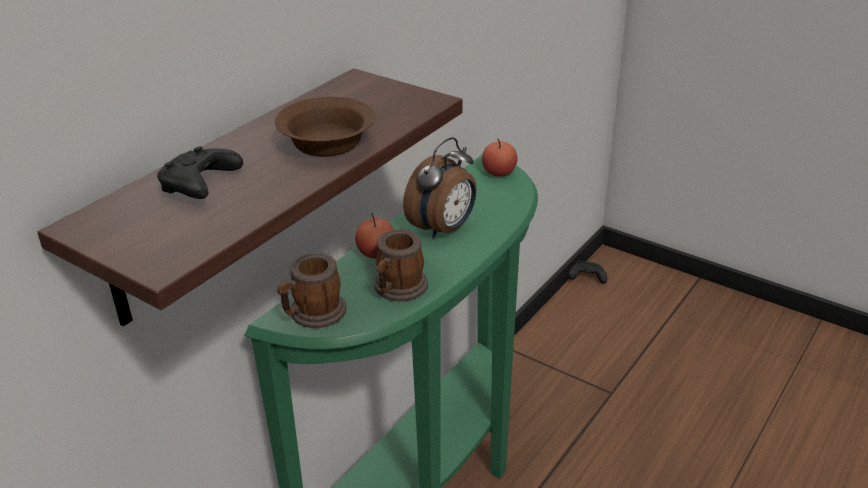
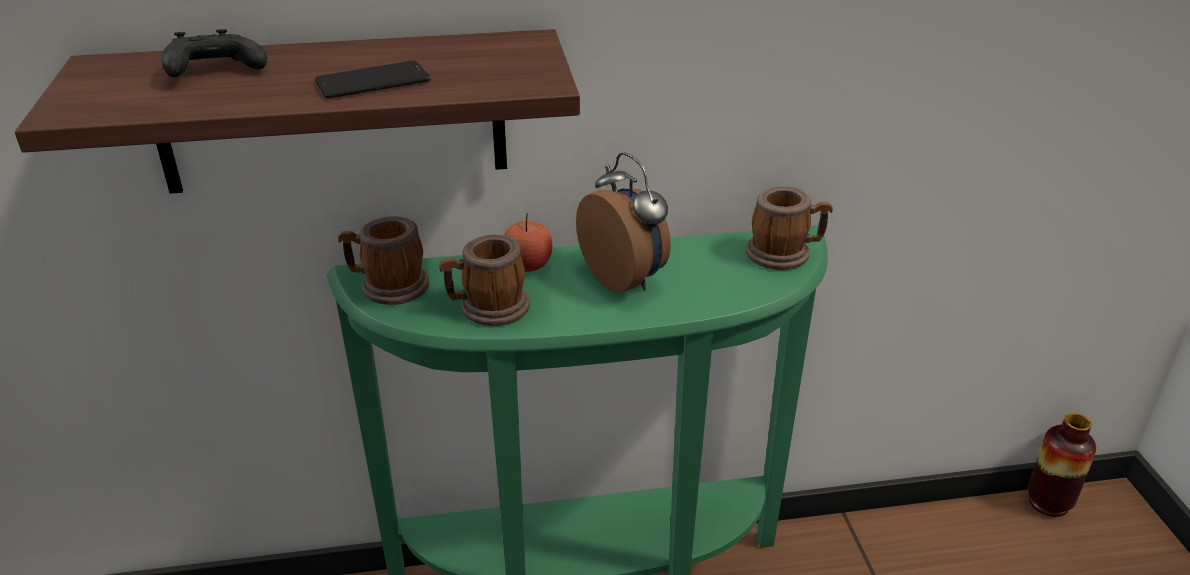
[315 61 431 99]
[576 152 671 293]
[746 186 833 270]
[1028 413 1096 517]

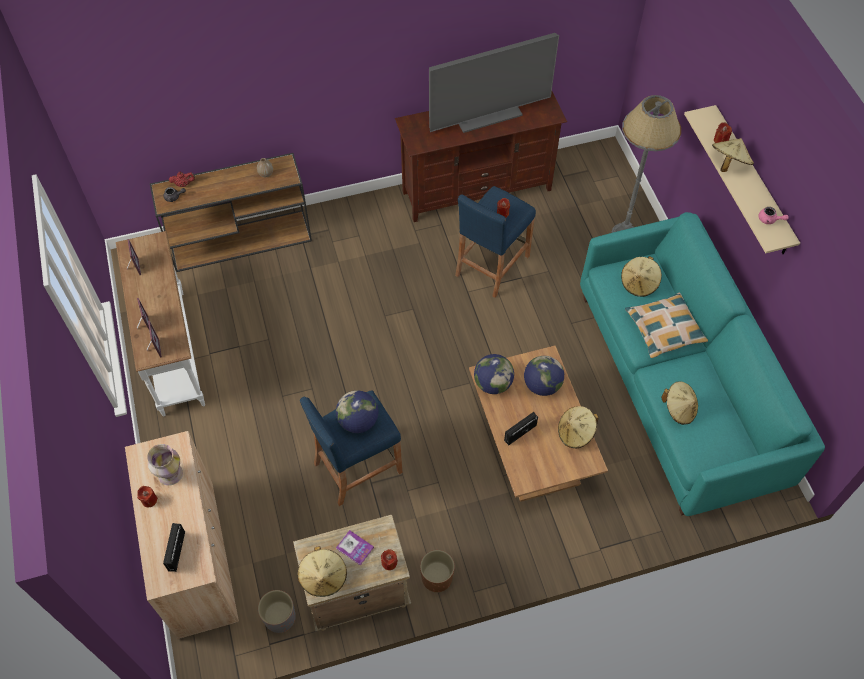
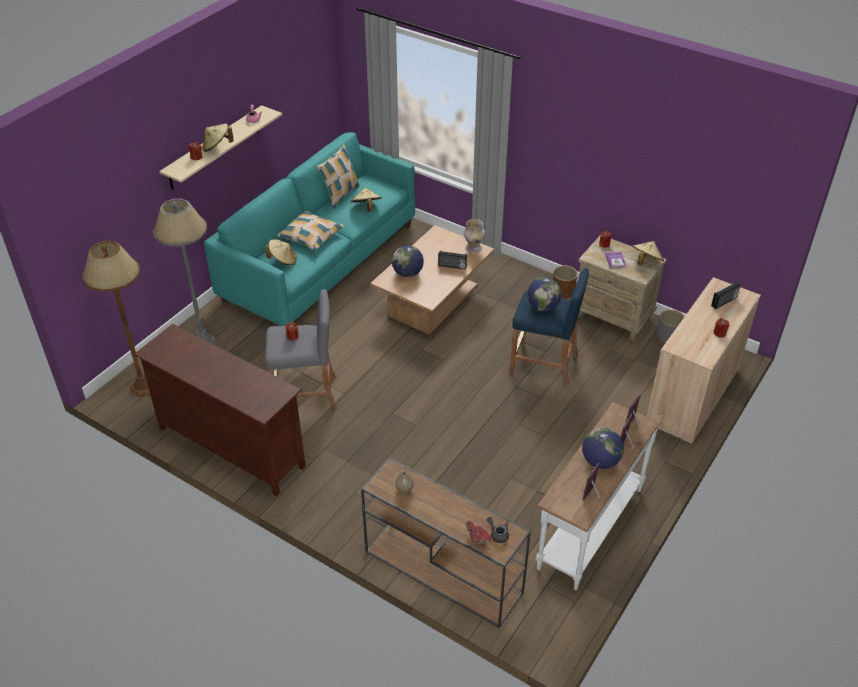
[464 219 485 254]
[429 33 559 133] (first image)
[265 289 337 409]
[582 427 624 469]
[558 406 599 448] (first image)
[82 241 150 396]
[317 144 360 208]

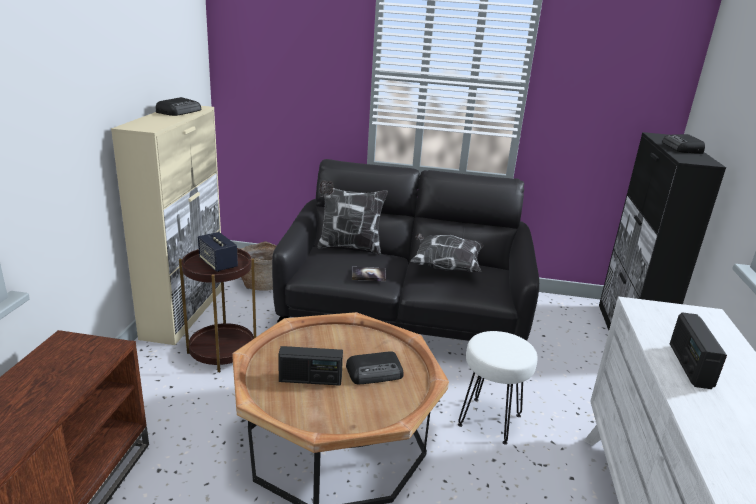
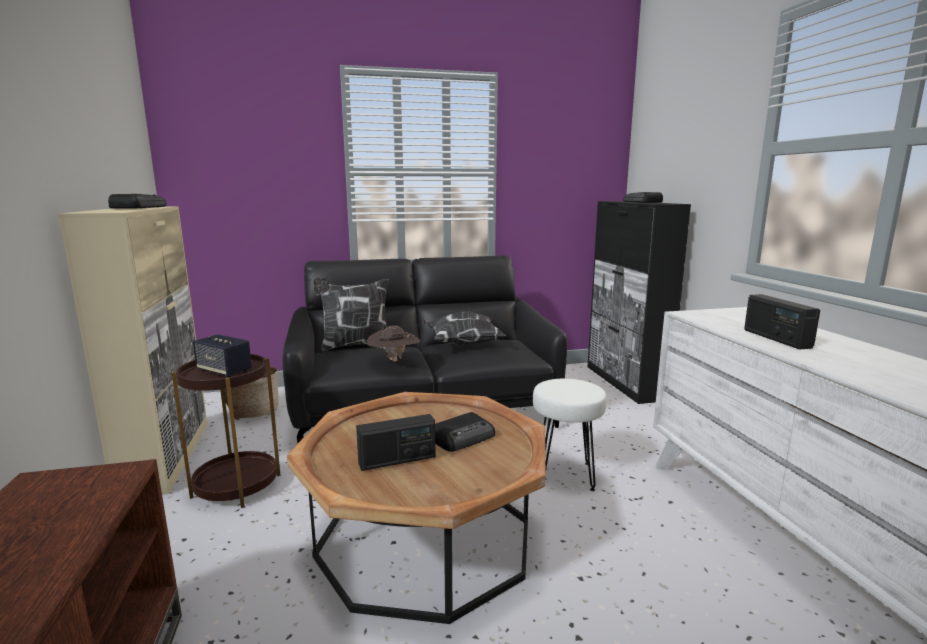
[367 326 421 362]

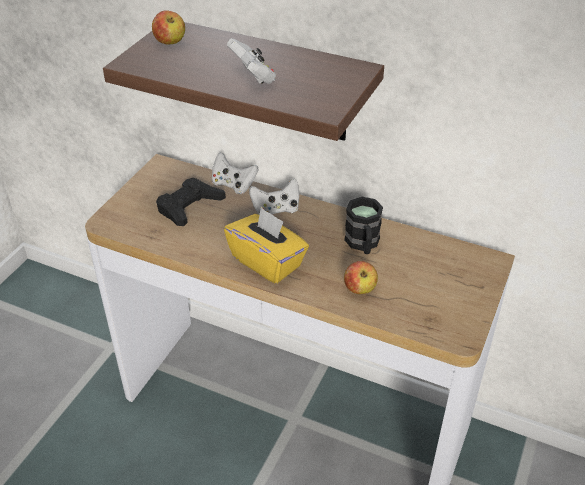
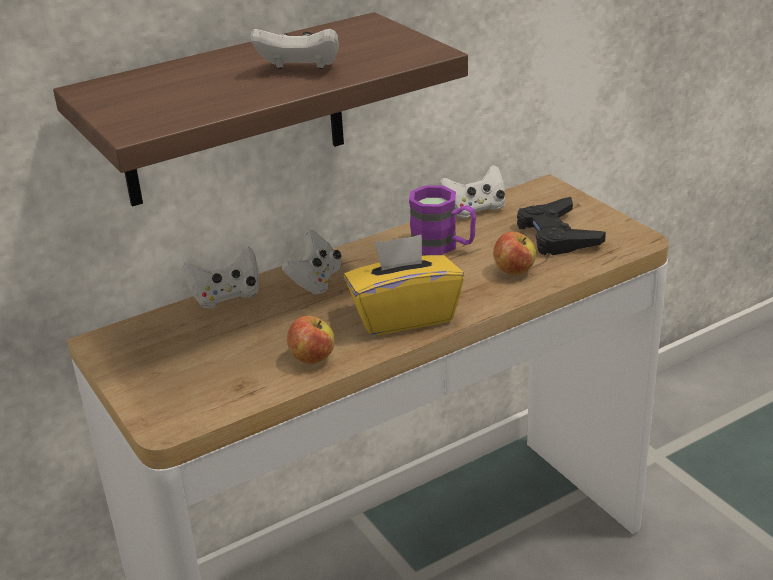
[287 316 335 364]
[517 197 606 255]
[409 185 476 255]
[439 165 505 218]

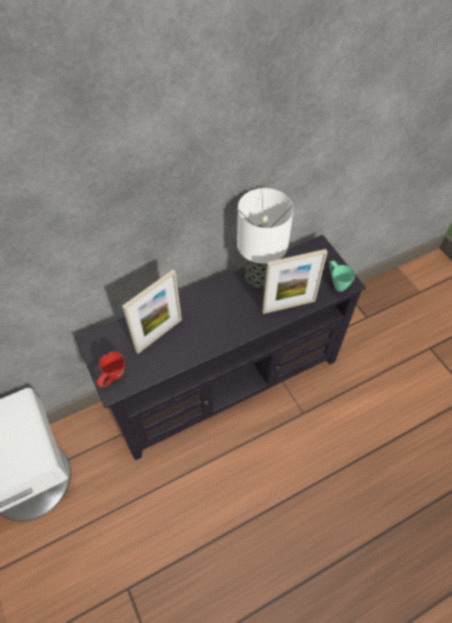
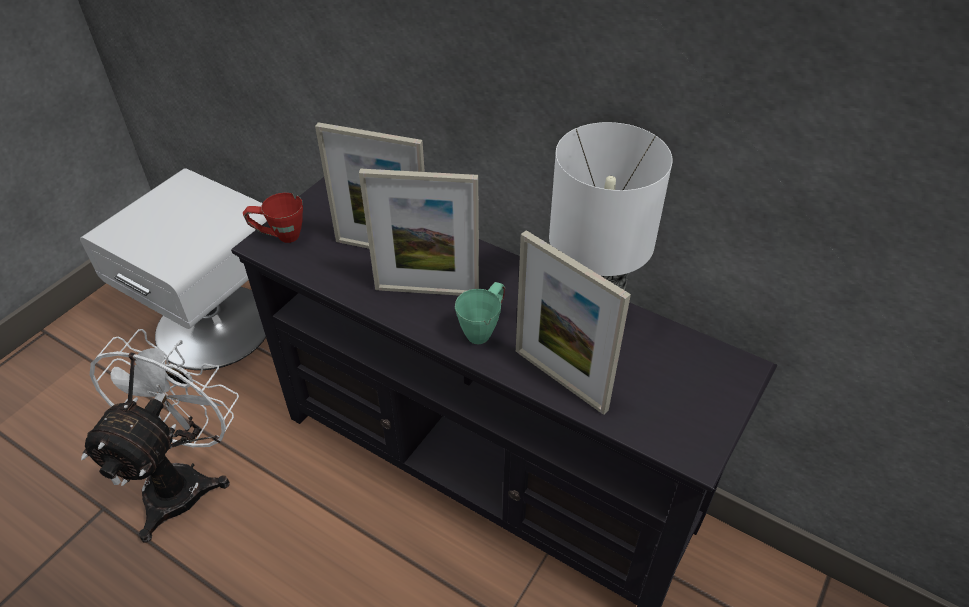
[455 282 505 344]
[81 329 239 543]
[359 169 479 295]

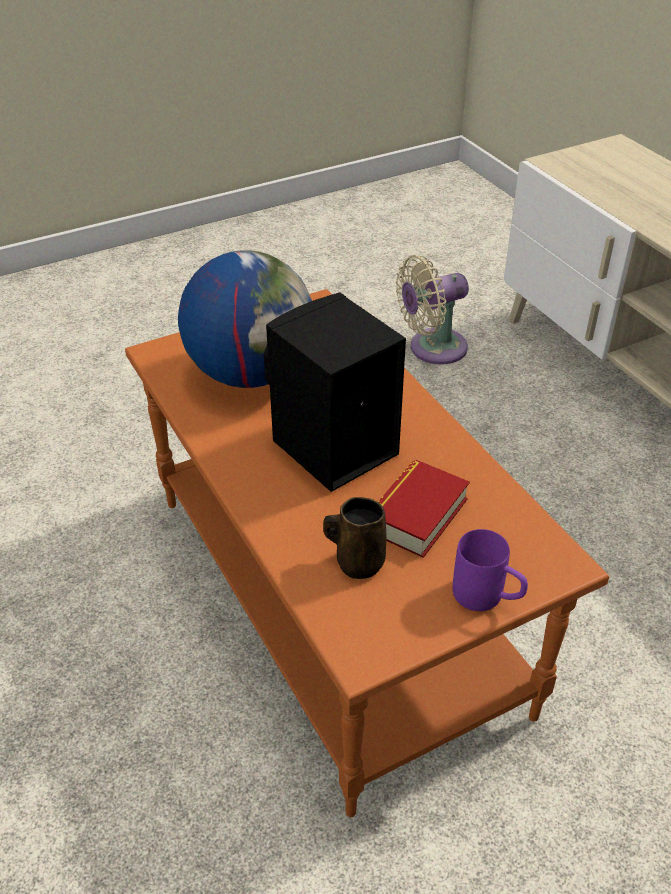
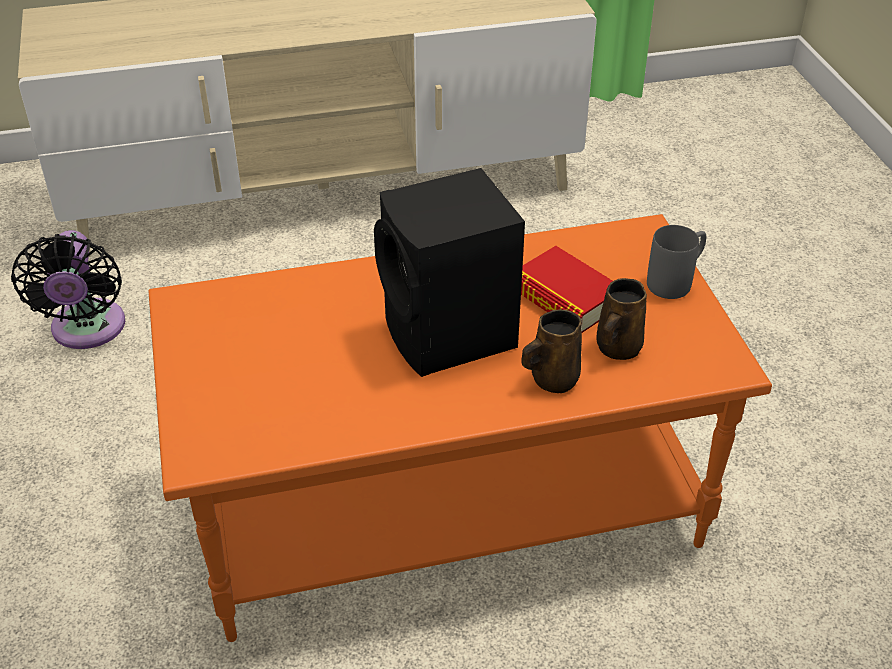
[178 250 312 388] (first image)
[11 230 125 349]
[647 225 706 299]
[521 309 582 393]

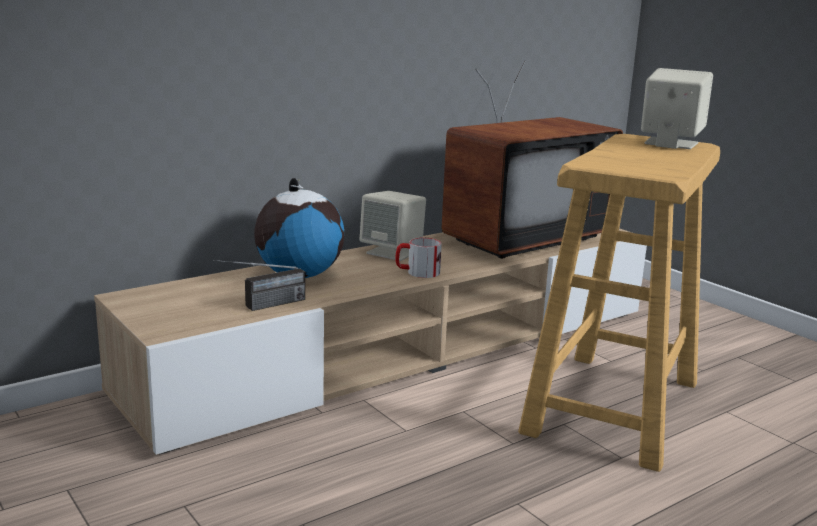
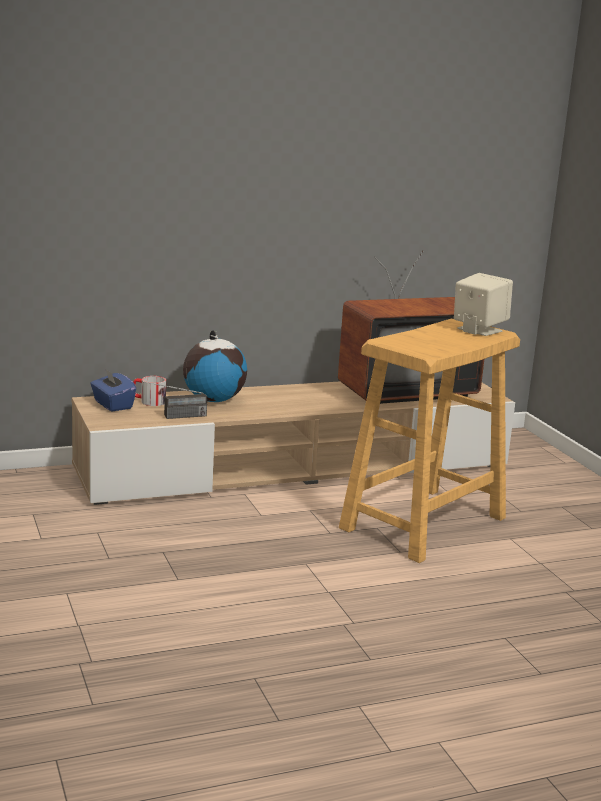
[360 191 426 261] (first image)
[133 376 166 406]
[90 368 136 412]

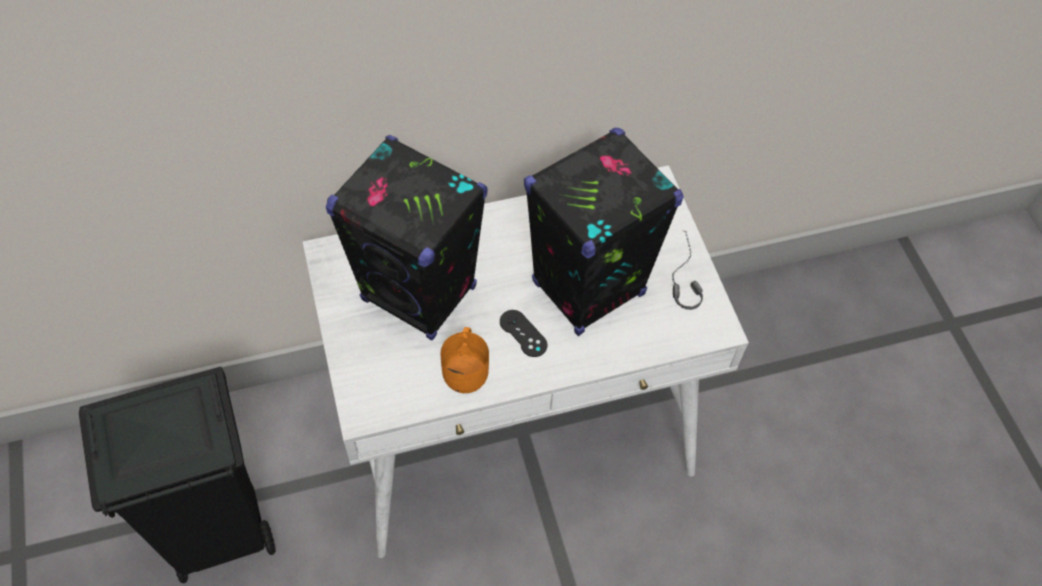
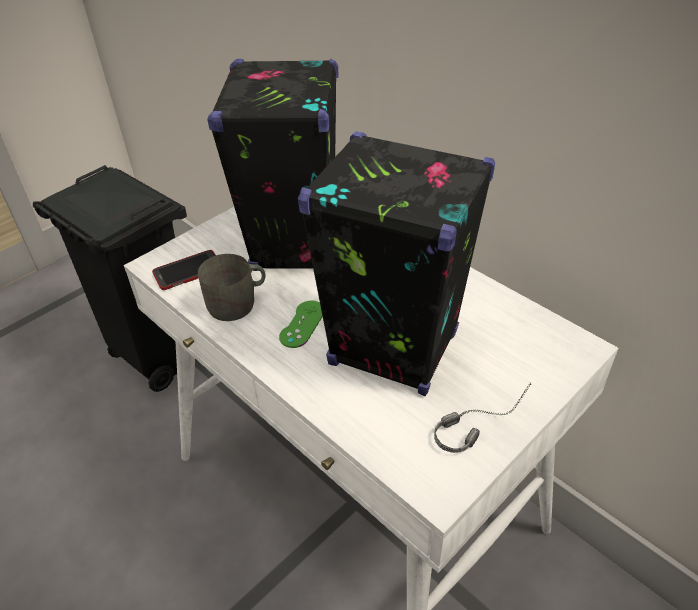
[198 254 266 321]
[279 301 323 348]
[152 250 216 290]

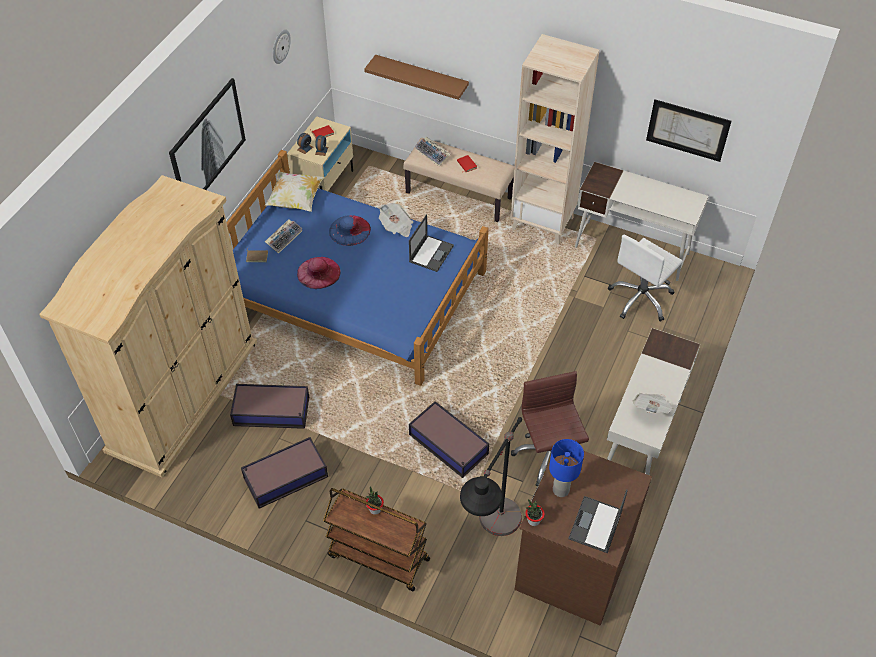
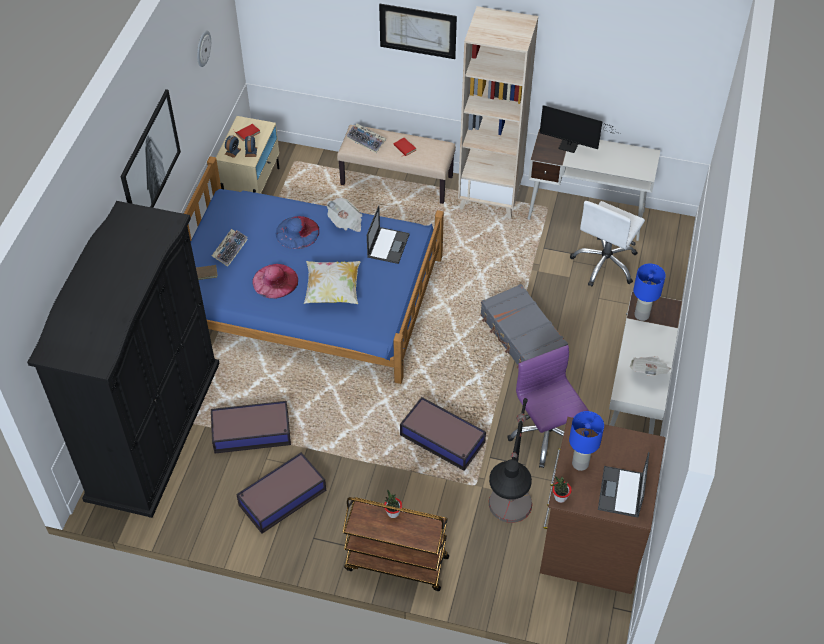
[27 201 220 518]
[304 261 361 304]
[364 55 469 100] (first image)
[507 345 589 468]
[379 4 457 59]
[480 284 568 369]
[539 105 615 153]
[633 263 666 321]

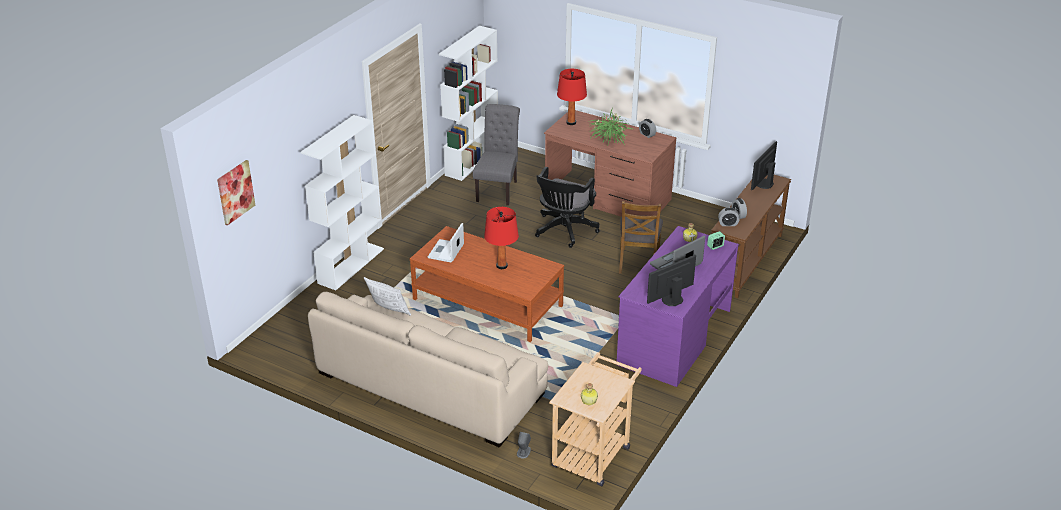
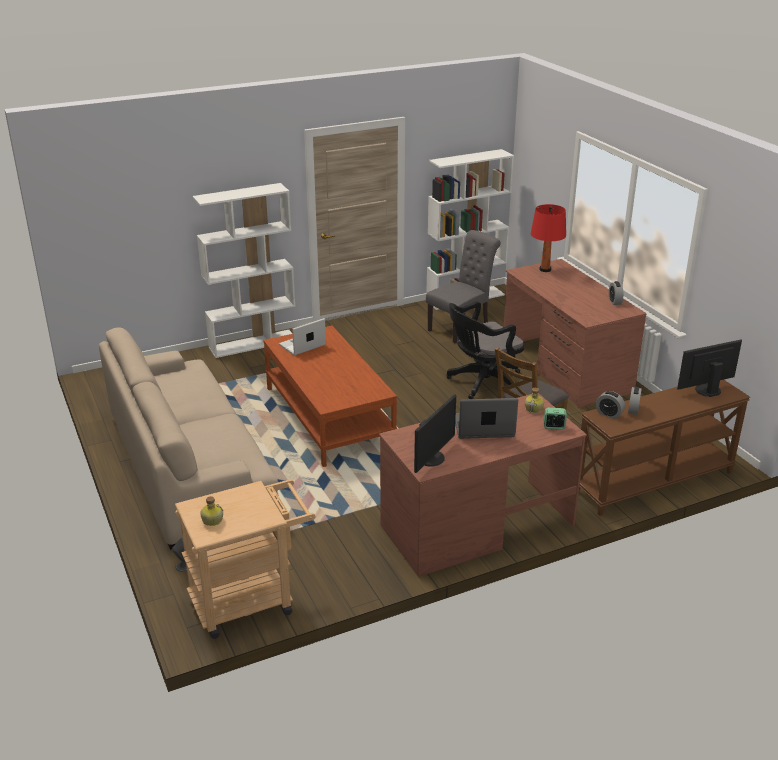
[217 160 255 226] (first image)
[364 277 411 316] (first image)
[484 207 519 269] (first image)
[589 109 634 147] (first image)
[379 393 587 576]
[414 394 456 473]

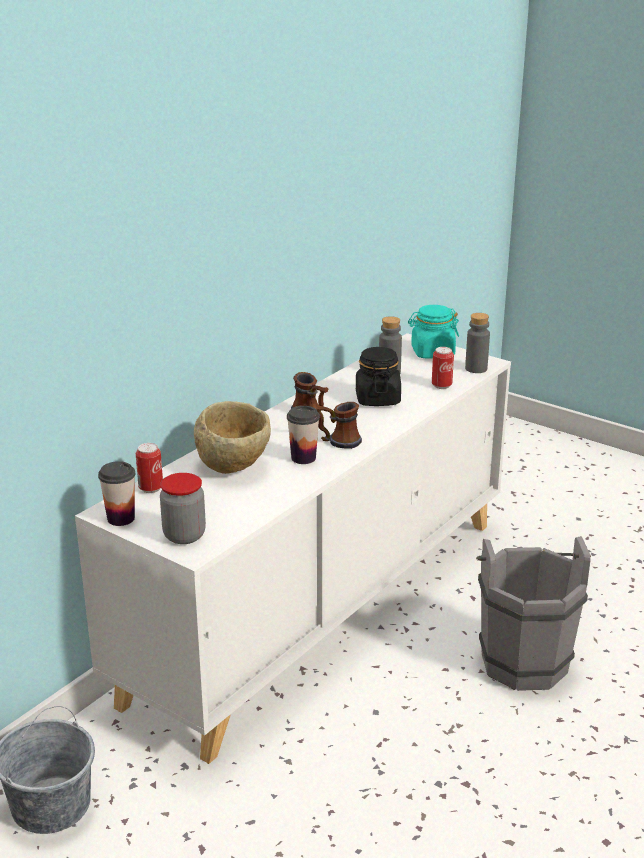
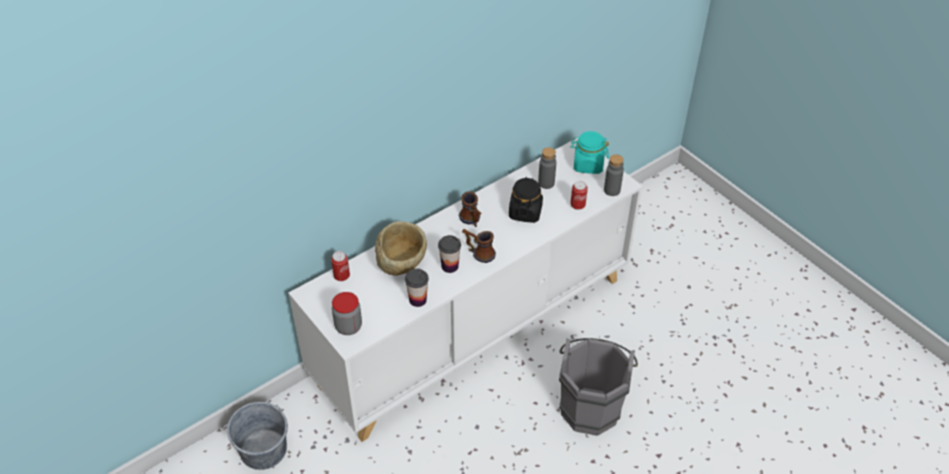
[405 269 429 307]

